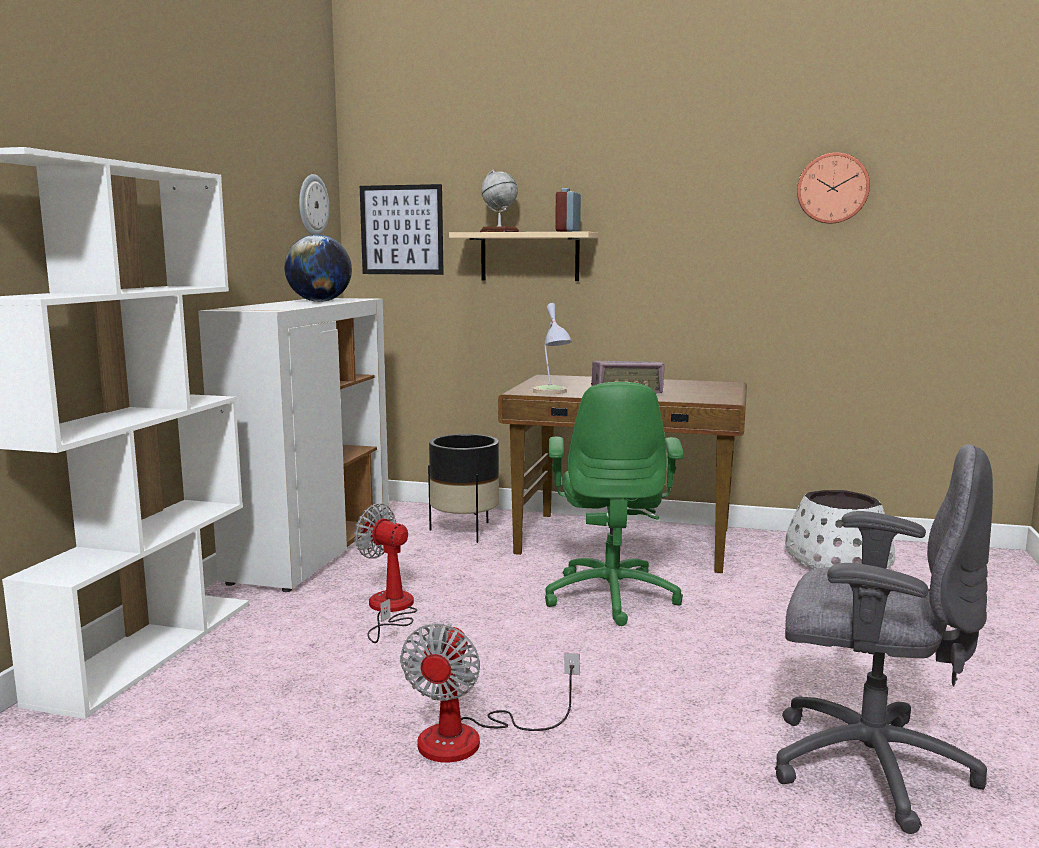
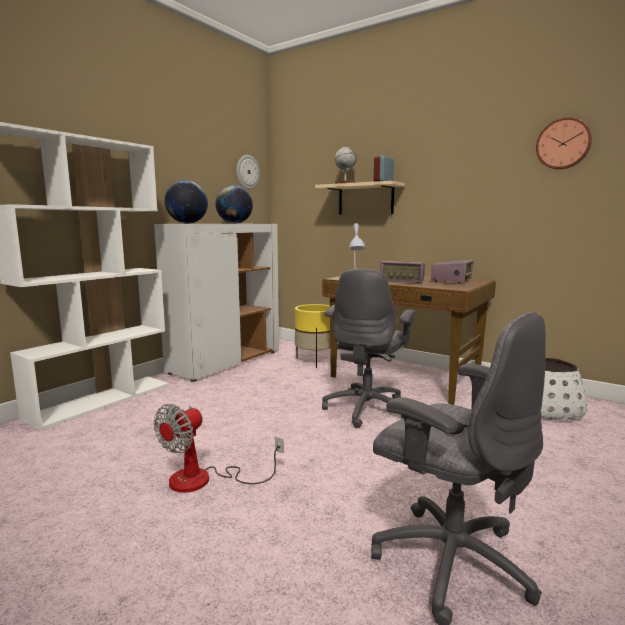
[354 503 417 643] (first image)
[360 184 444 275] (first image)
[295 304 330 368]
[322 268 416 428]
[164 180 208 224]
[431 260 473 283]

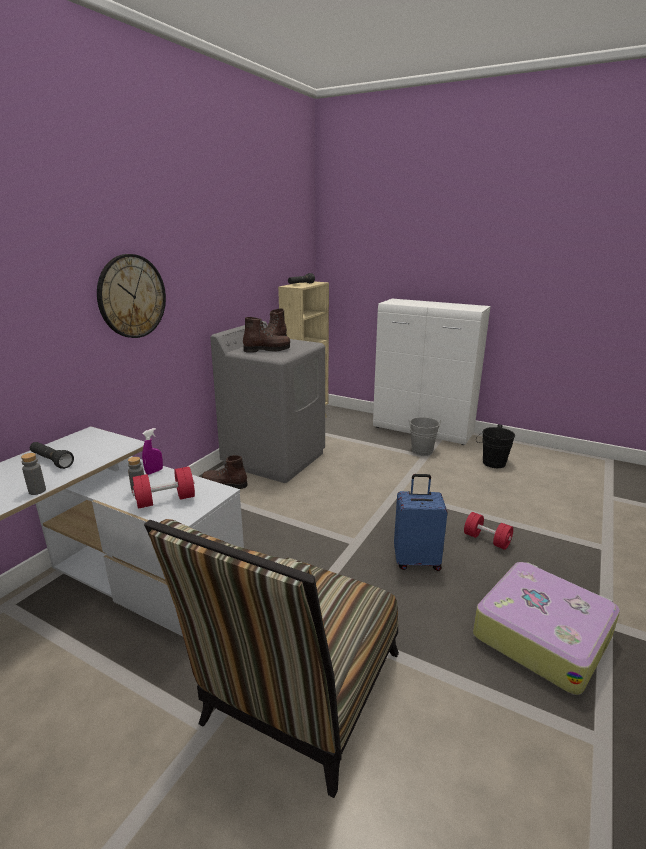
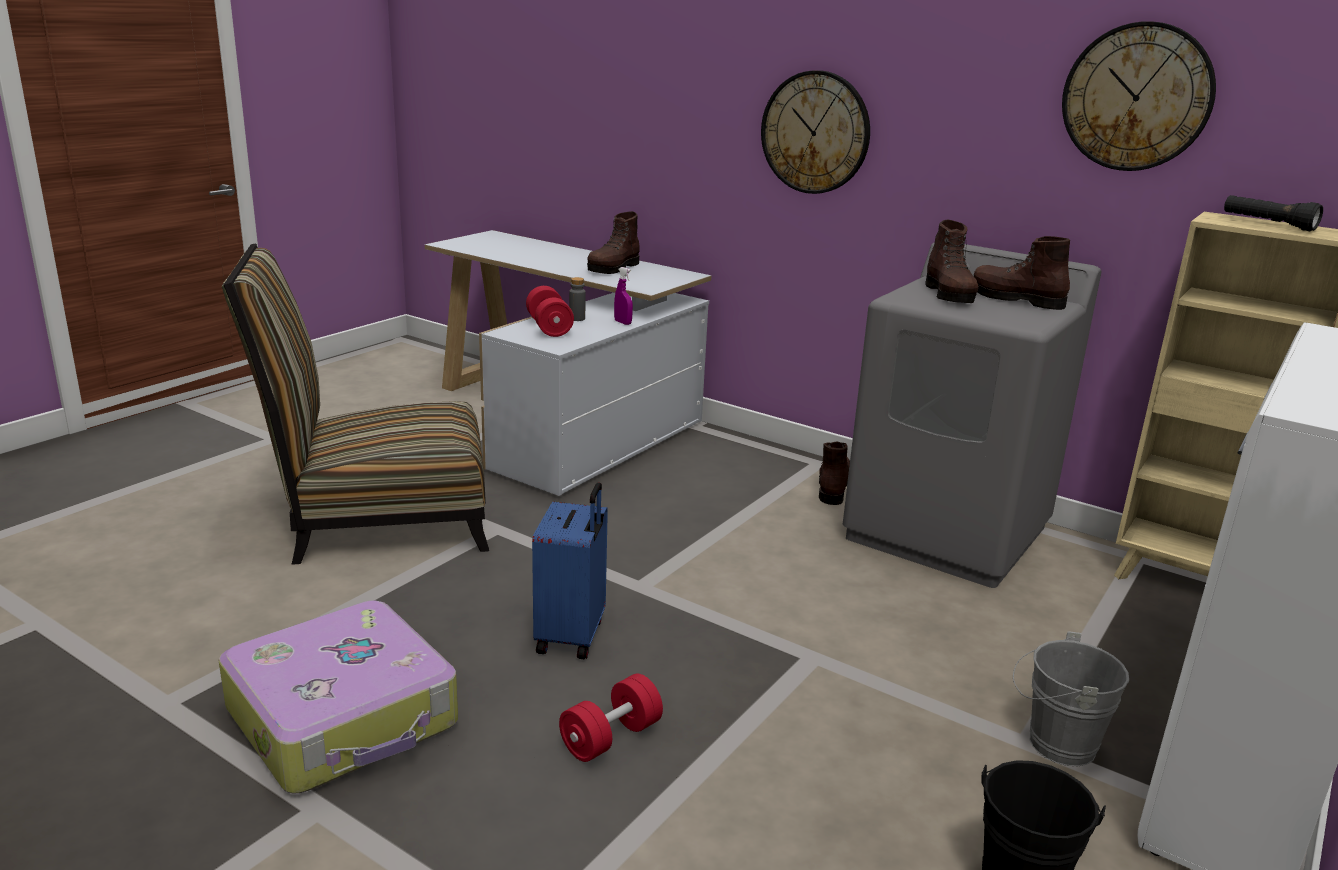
[21 453 46 495] (first image)
[587 211 640 274]
[222 244 489 565]
[1062 21 1216 171]

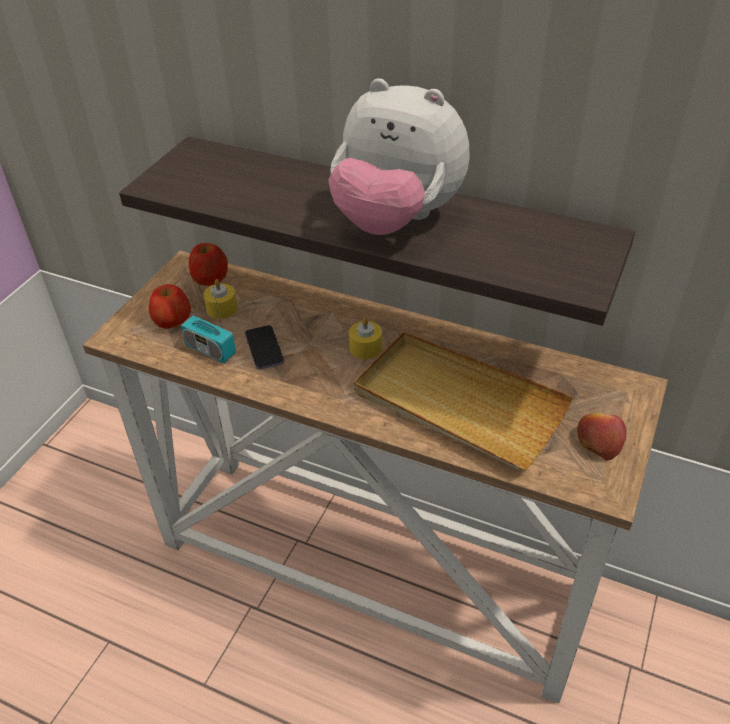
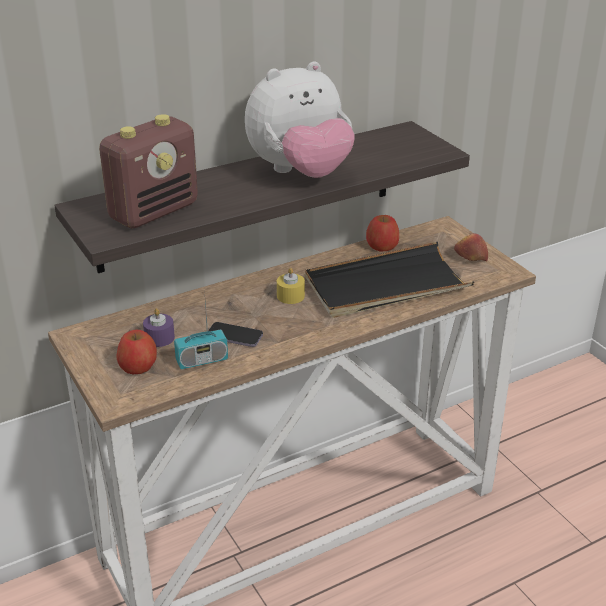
[366 215 399 251]
[143 308 175 347]
[305 242 474 318]
[99 114 198 228]

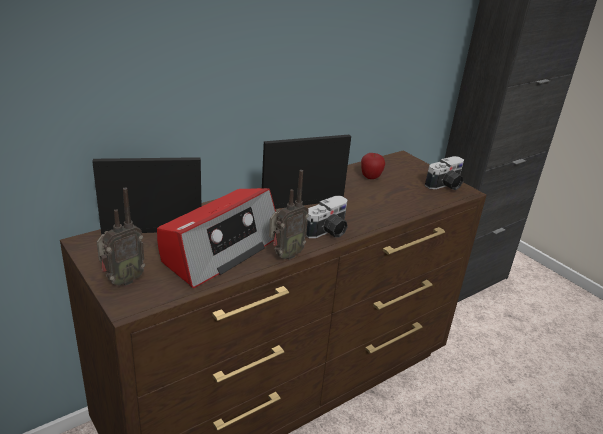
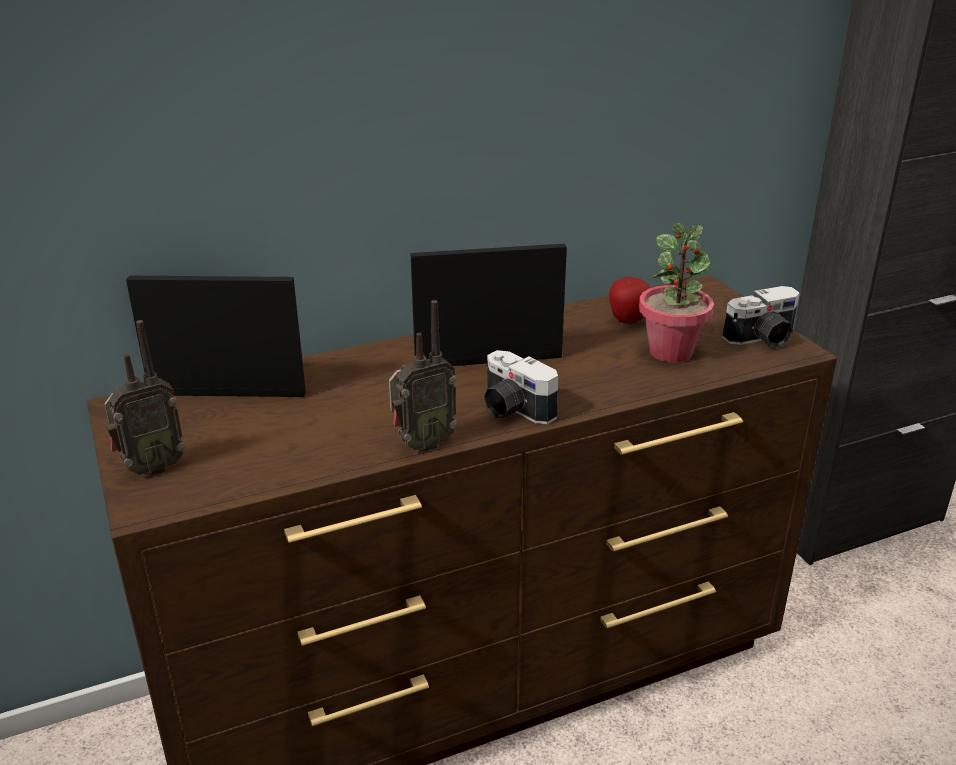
[157 188 276 288] (first image)
[484 350 558 424]
[639 223 714 363]

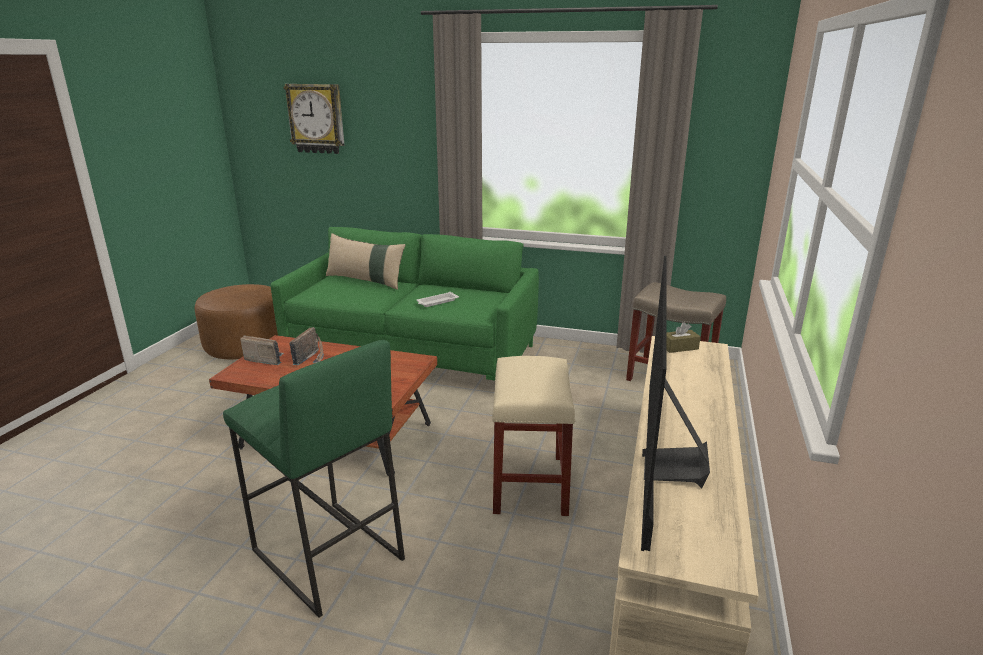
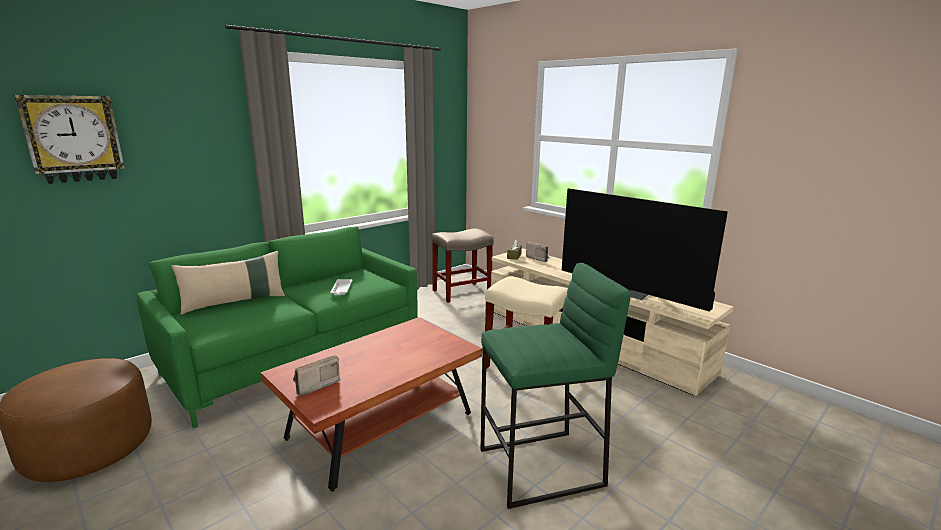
[526 241 550 262]

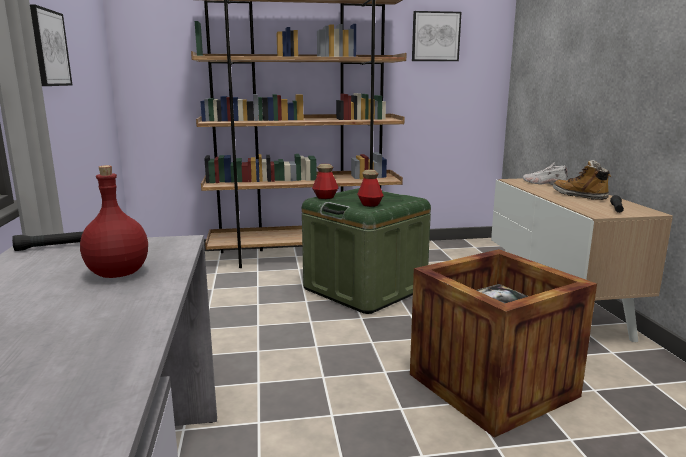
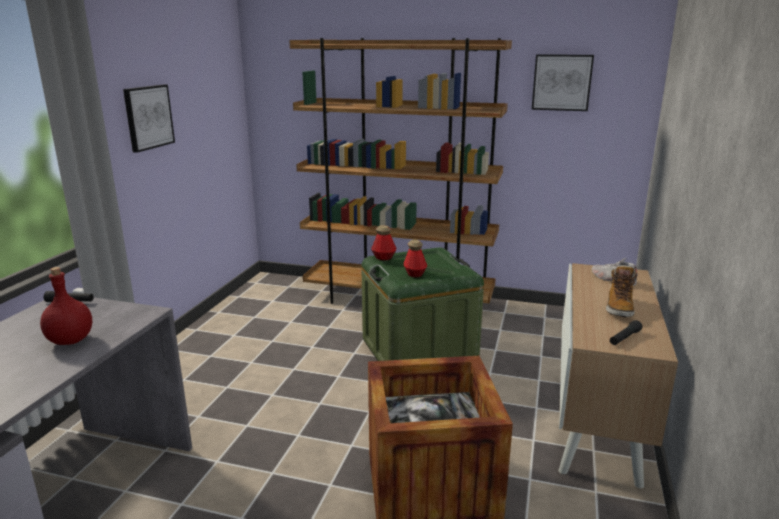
[606 265 637 317]

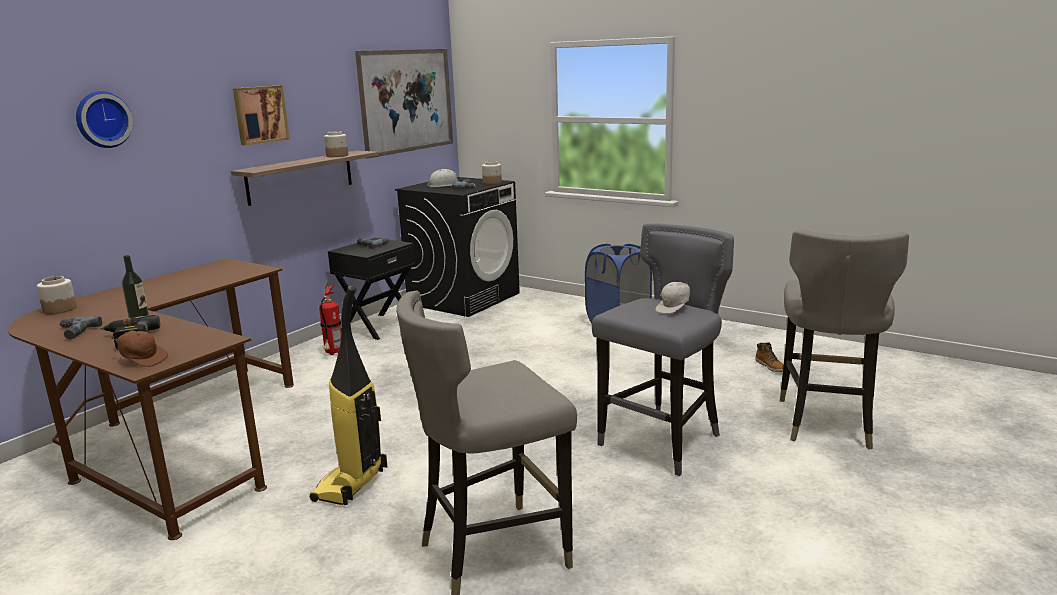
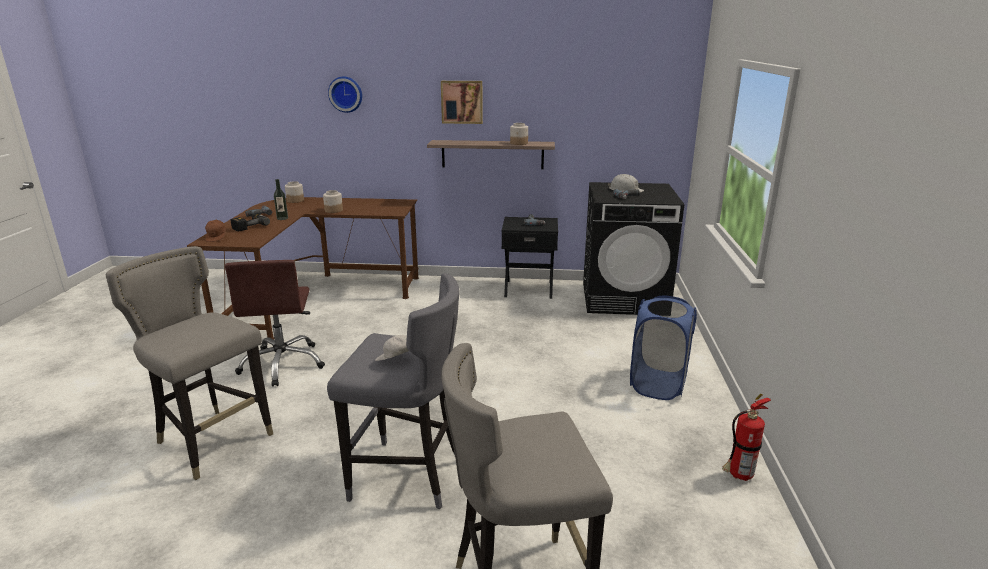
[225 260 325 387]
[722 394 771 481]
[355 49 453 158] (first image)
[323 190 343 213]
[755 342 784 372] (first image)

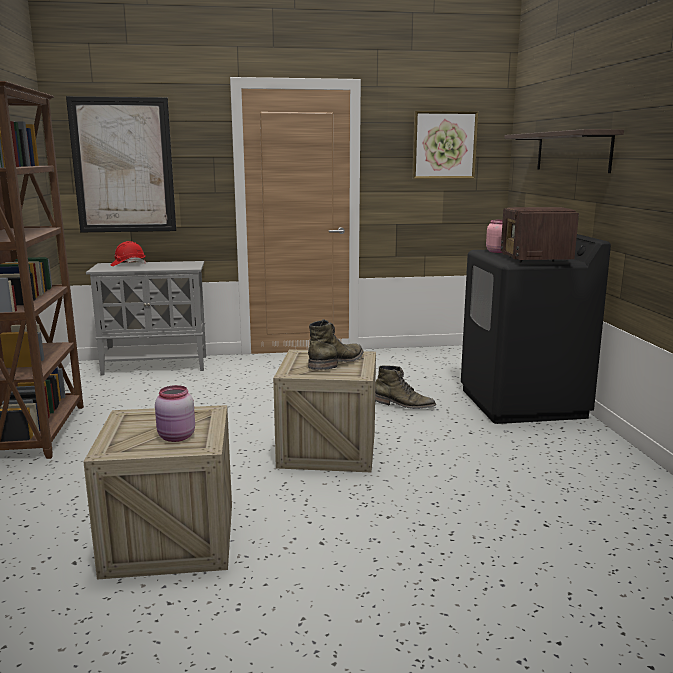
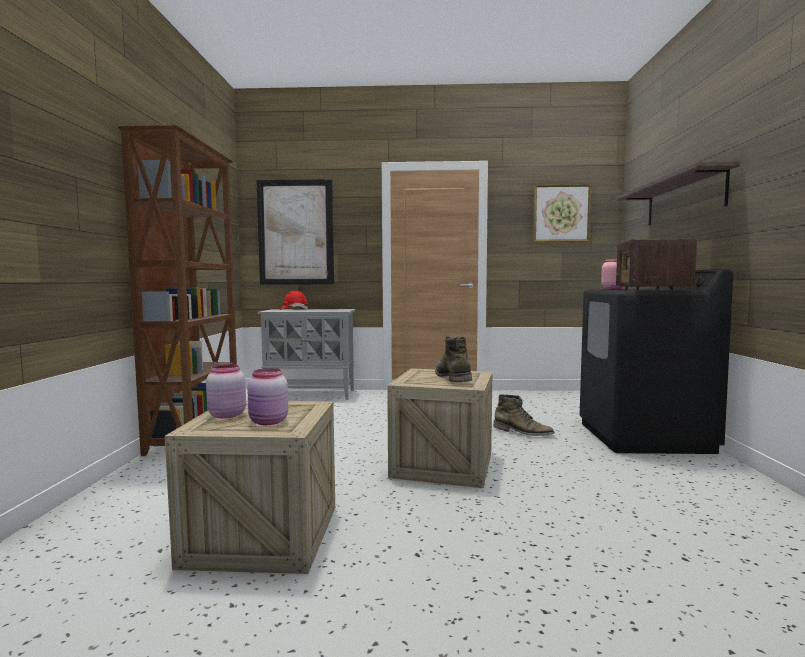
[435 335 472 382]
[206 364 246 419]

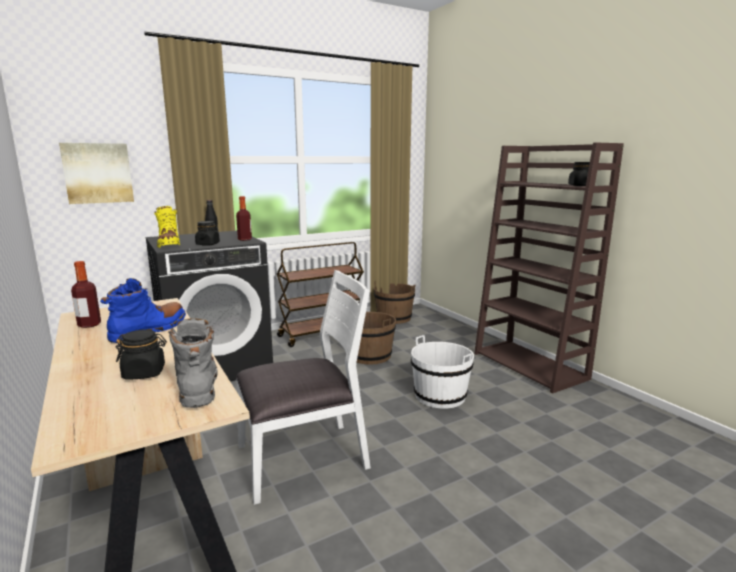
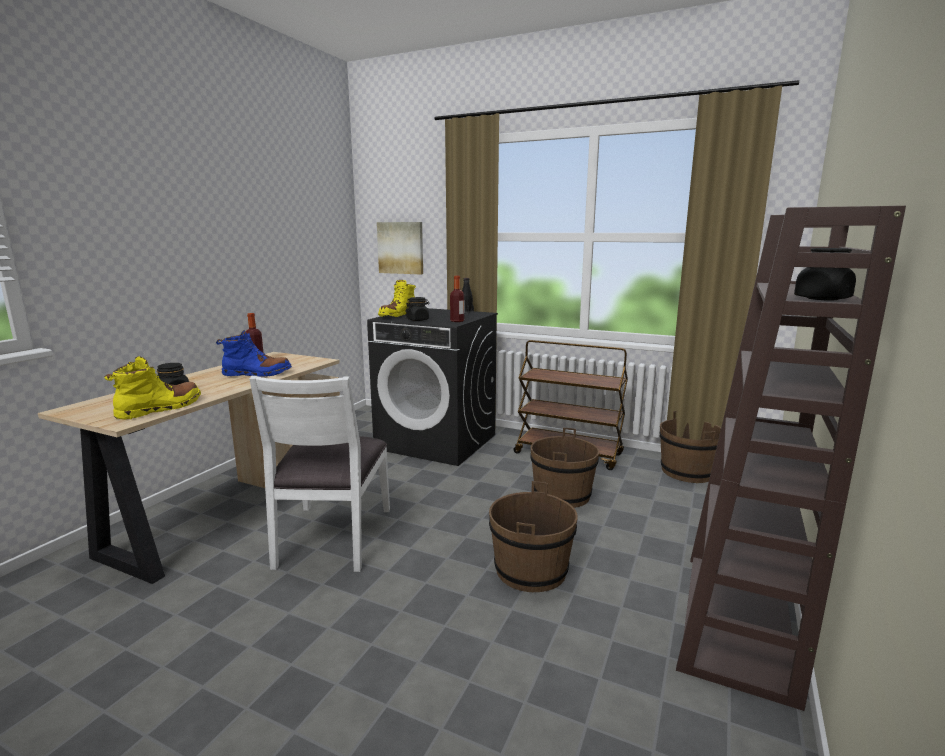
[104 356 201 419]
[250 376 390 572]
[489 481 578 592]

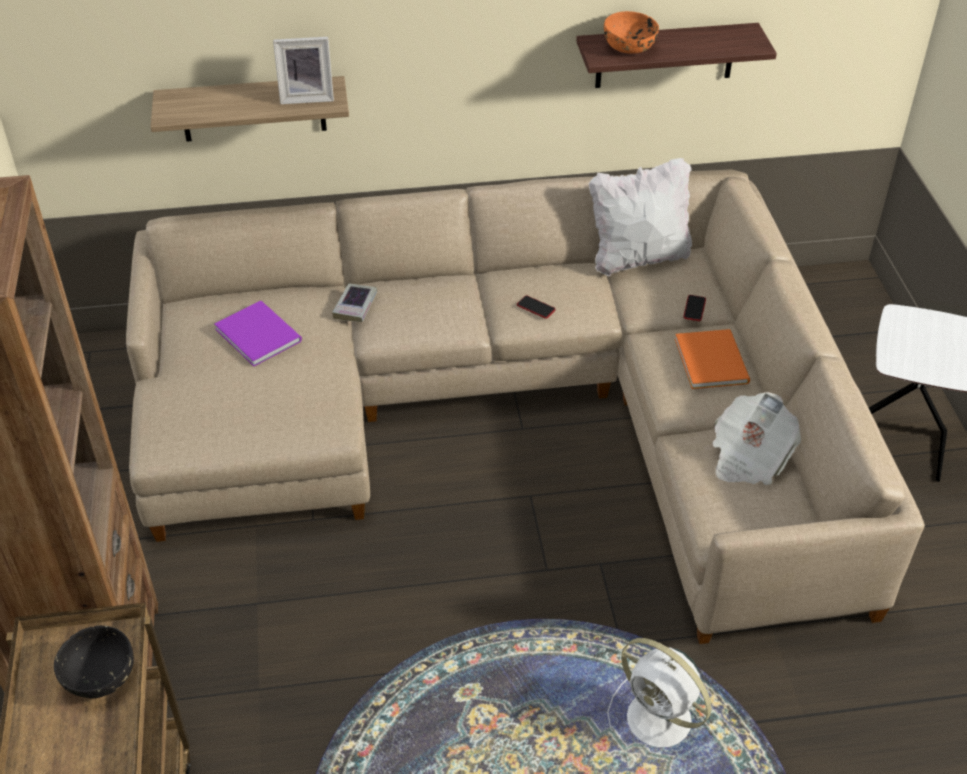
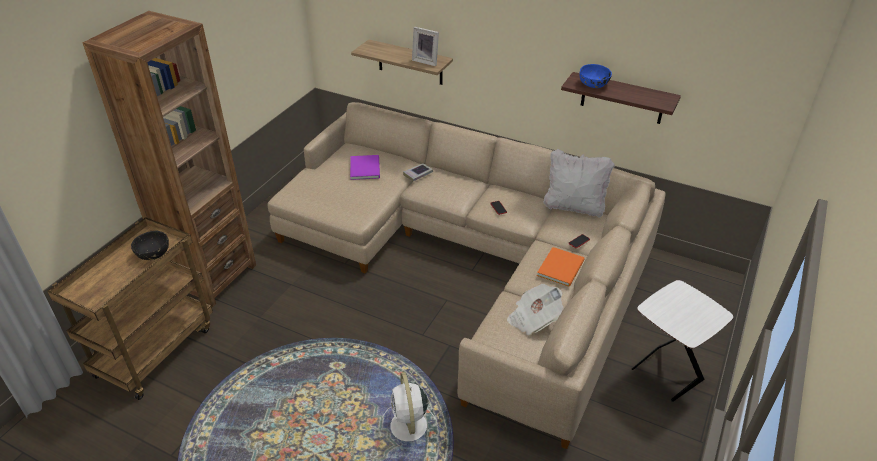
[580 64 612 88]

